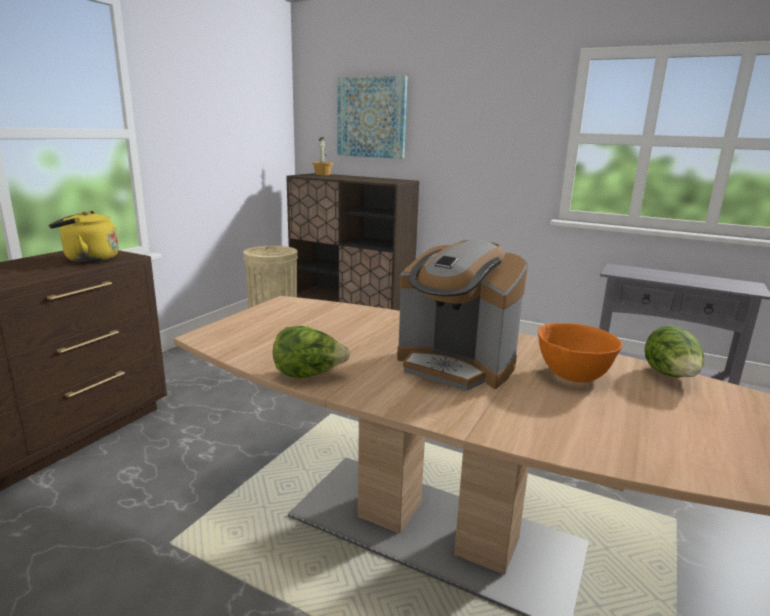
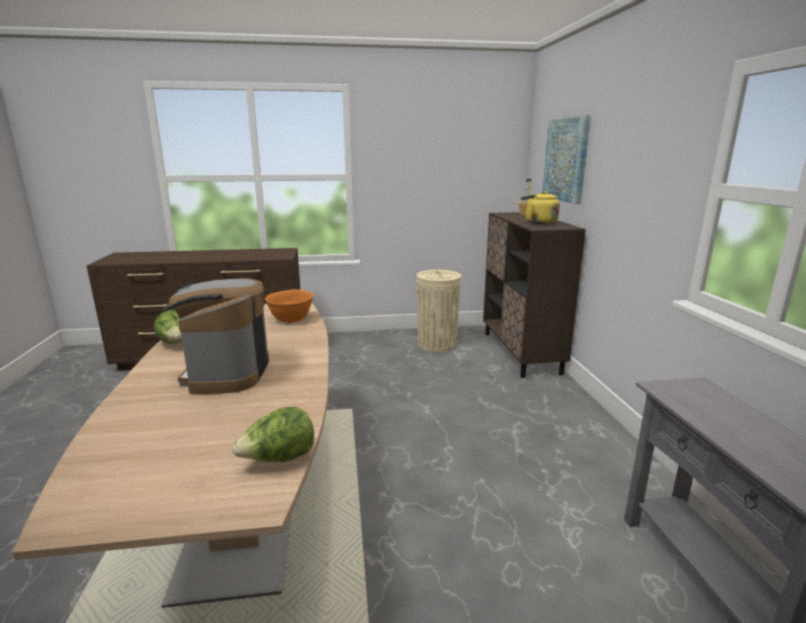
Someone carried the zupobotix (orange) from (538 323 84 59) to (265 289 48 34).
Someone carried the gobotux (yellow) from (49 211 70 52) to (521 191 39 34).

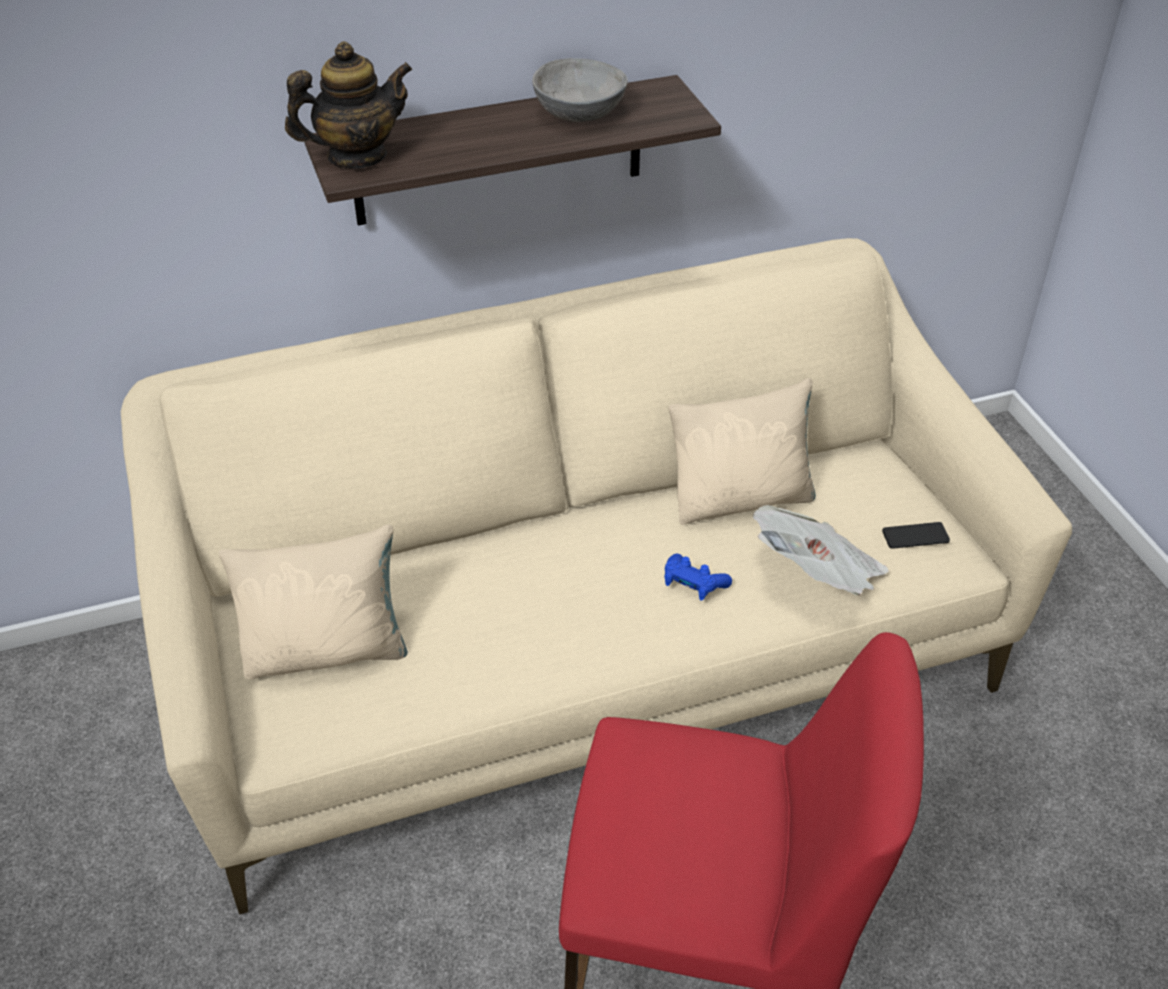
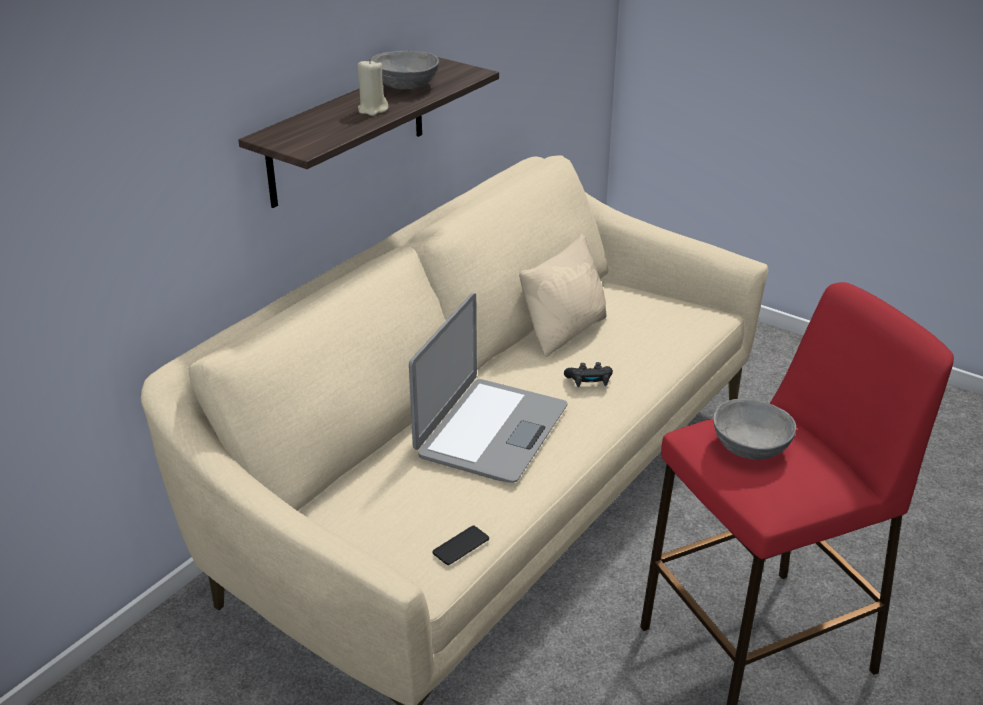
Someone put down the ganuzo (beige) at (357 59 31 57).
Someone put down the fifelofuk at (409 293 159 190).
Someone carried the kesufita from (882 522 68 27) to (432 526 57 39).
Someone repainted the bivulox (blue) at (665 554 67 47), which became the bivulox (black) at (564 362 49 25).
Someone put down the zupobotix (grey) at (713 399 83 60).
Someone took away the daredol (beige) at (218 524 190 155).
Someone took away the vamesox at (285 41 127 128).
Someone took away the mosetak at (753 505 136 91).

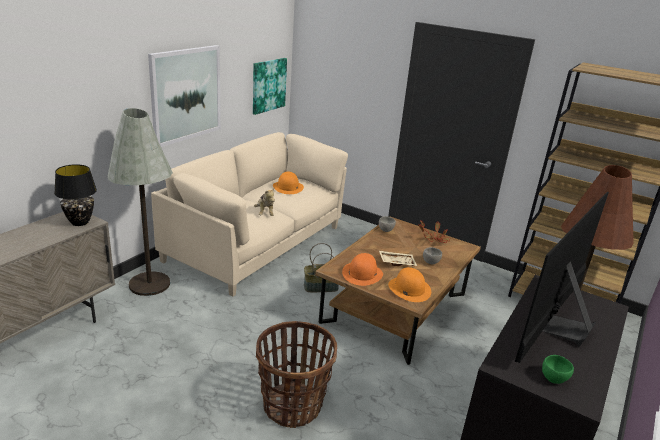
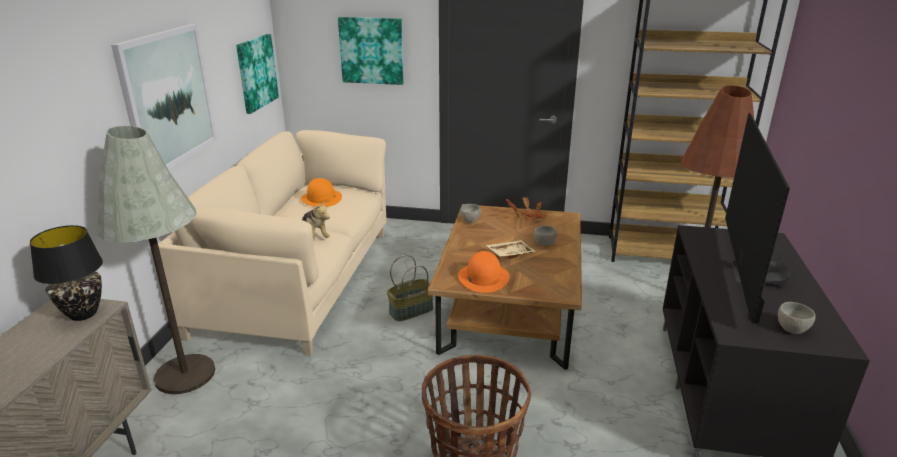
Someone put up the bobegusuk at (338 17 66 68).
Someone repainted the zupobotix (green) at (542 355 32 29), which became the zupobotix (grey) at (778 302 38 32).
Someone took away the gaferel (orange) at (388 267 43 35).

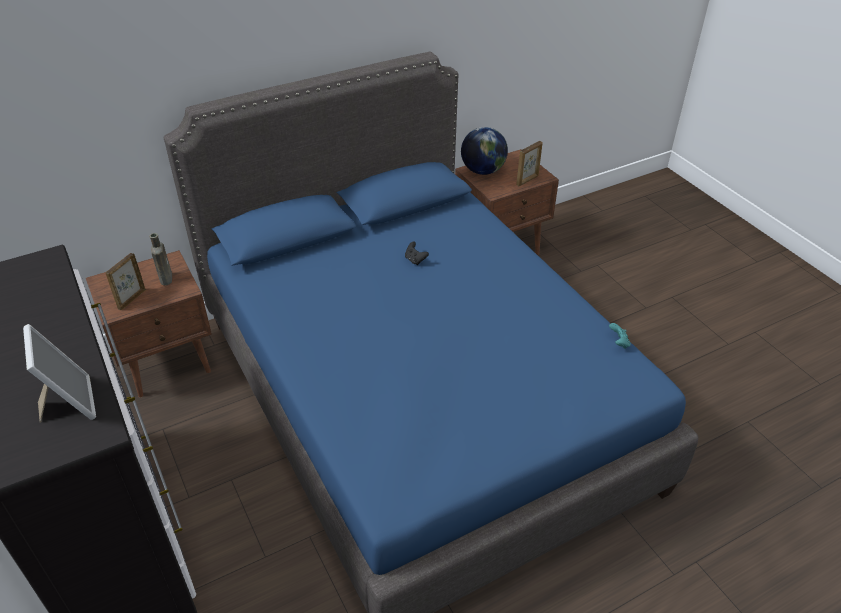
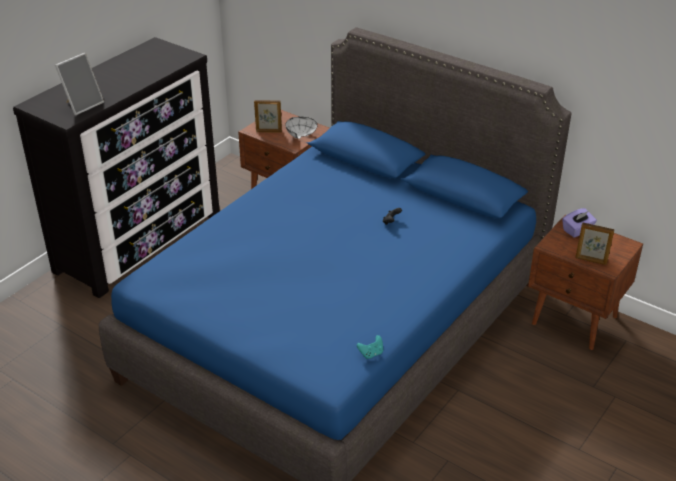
Someone swapped the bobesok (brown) at (149 233 23 52) for the zupobotix (white) at (285 117 33 22).
Someone swapped the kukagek at (461 127 47 48) for the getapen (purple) at (562 208 35 29).

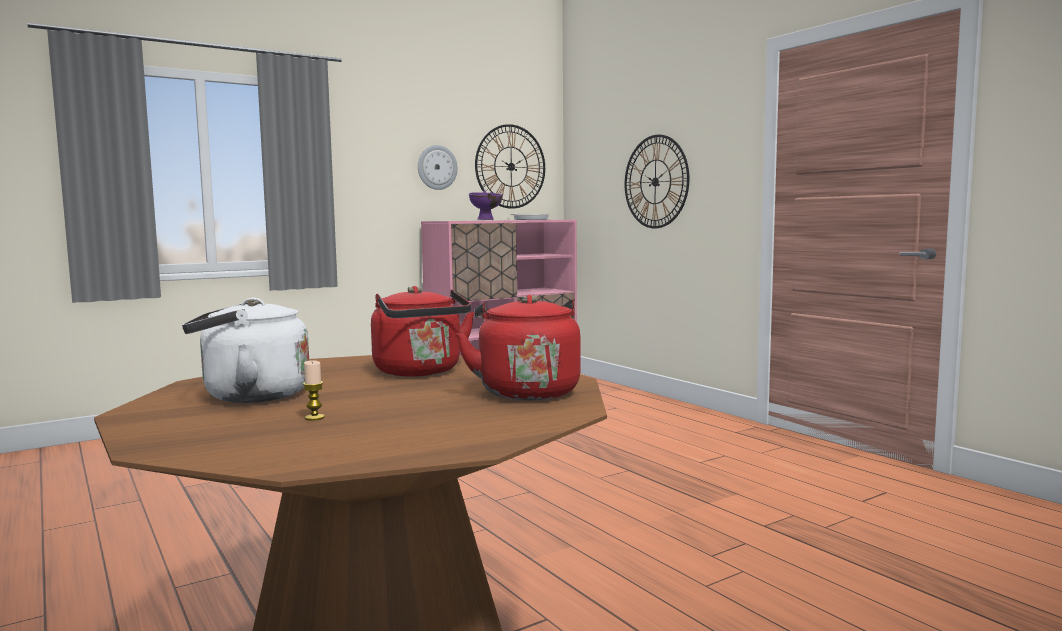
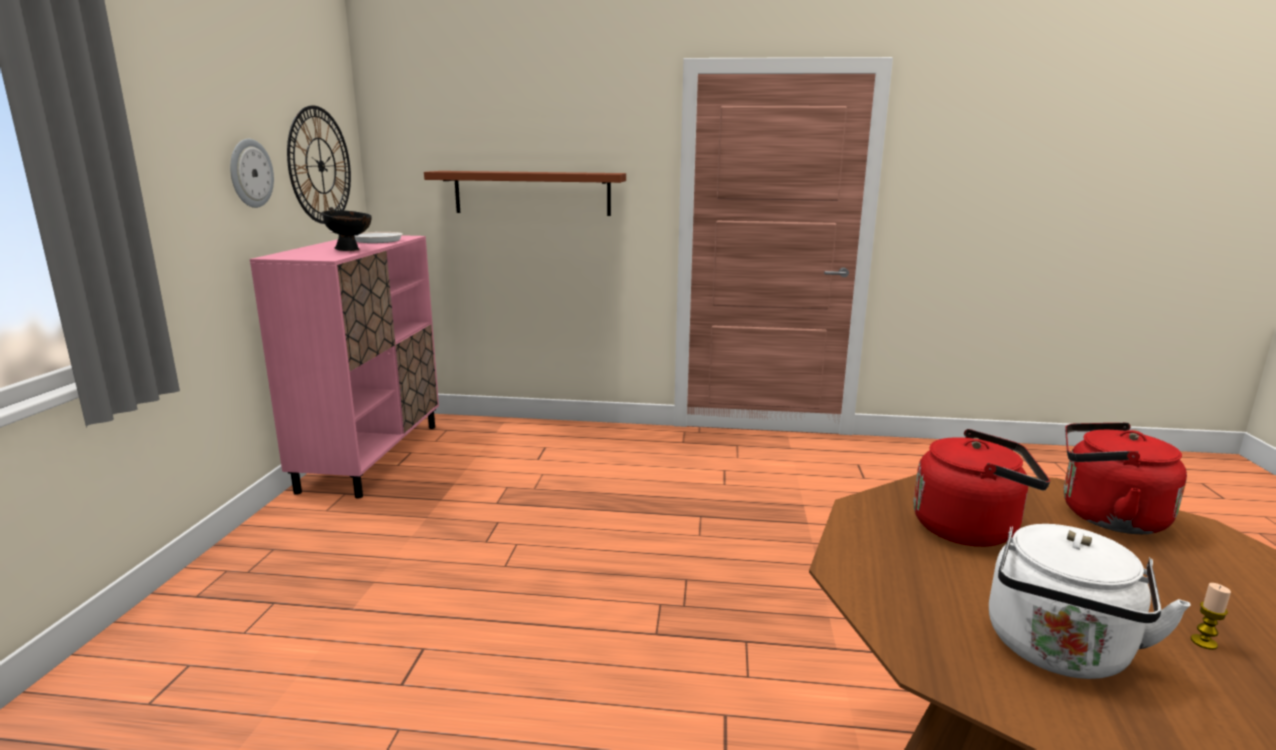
Someone repainted the zupobotix (purple) at (469 191 34 29), which became the zupobotix (black) at (321 207 51 44).
Someone swapped the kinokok at (625 134 64 95) for the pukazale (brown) at (424 171 202 45).

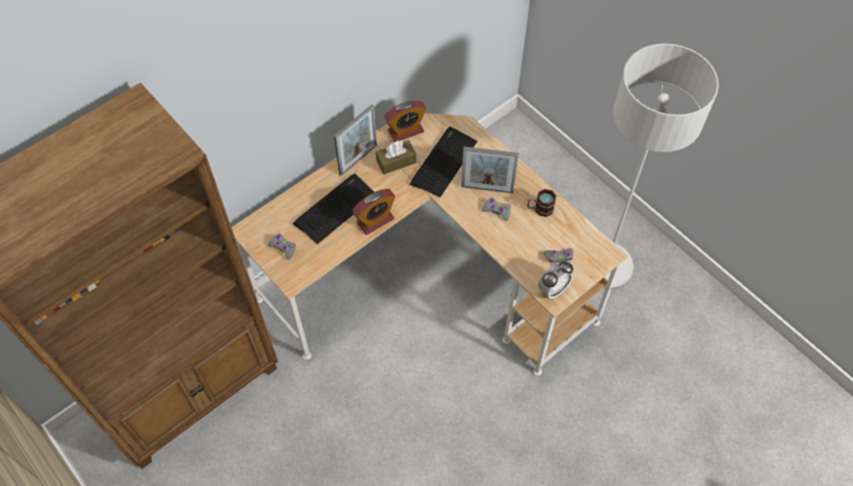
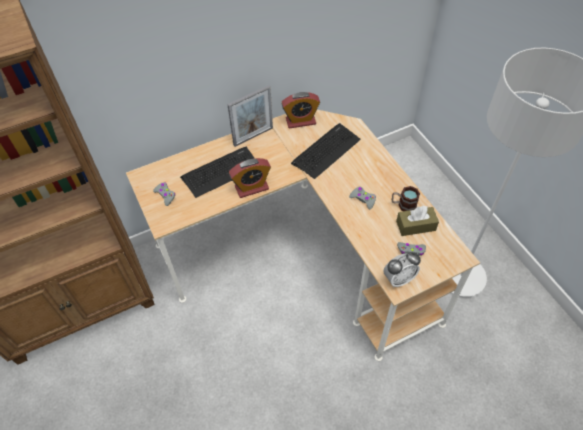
Someone carried the getapen (brown) from (376 140 40 34) to (396 206 43 30).
Someone took away the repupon at (461 147 58 46).

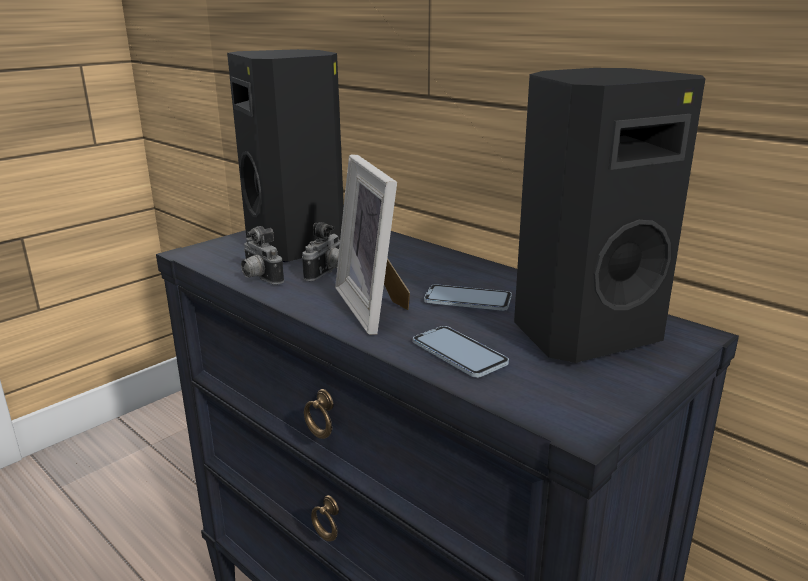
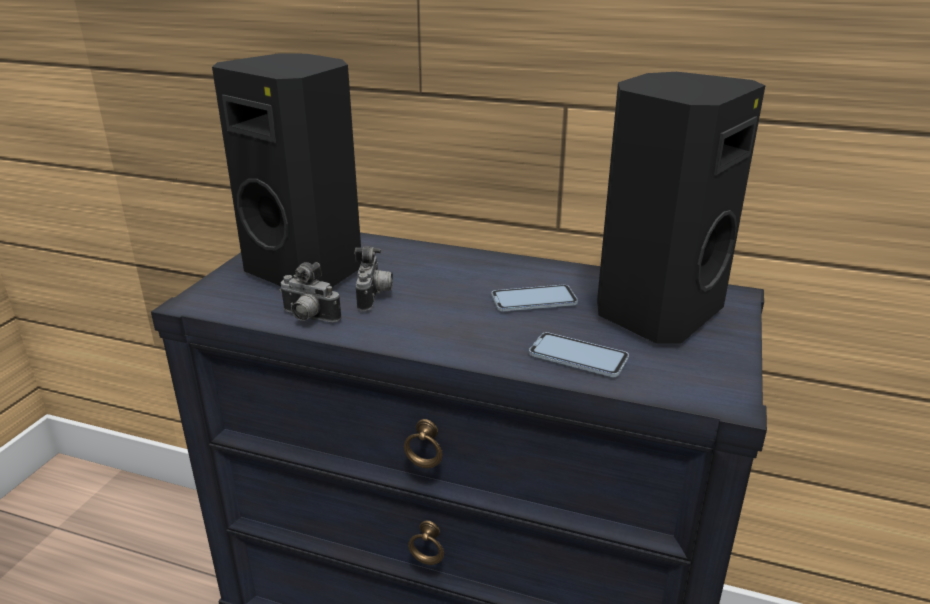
Someone took away the repupon at (335 154 75 181).

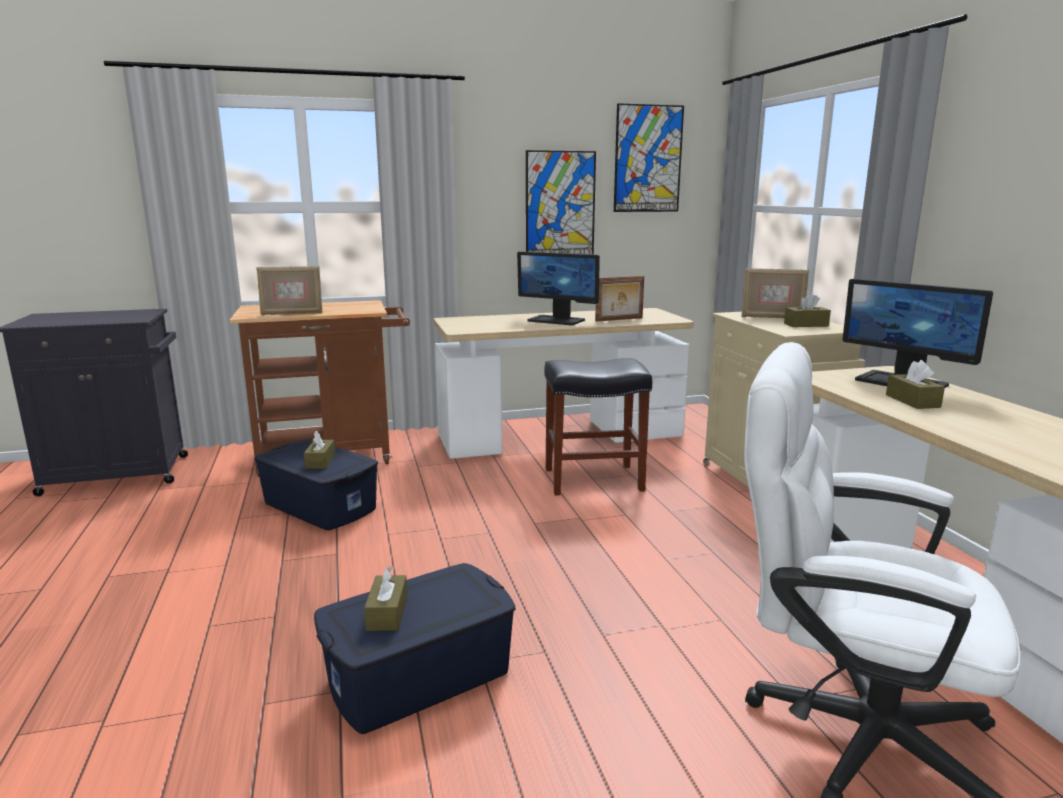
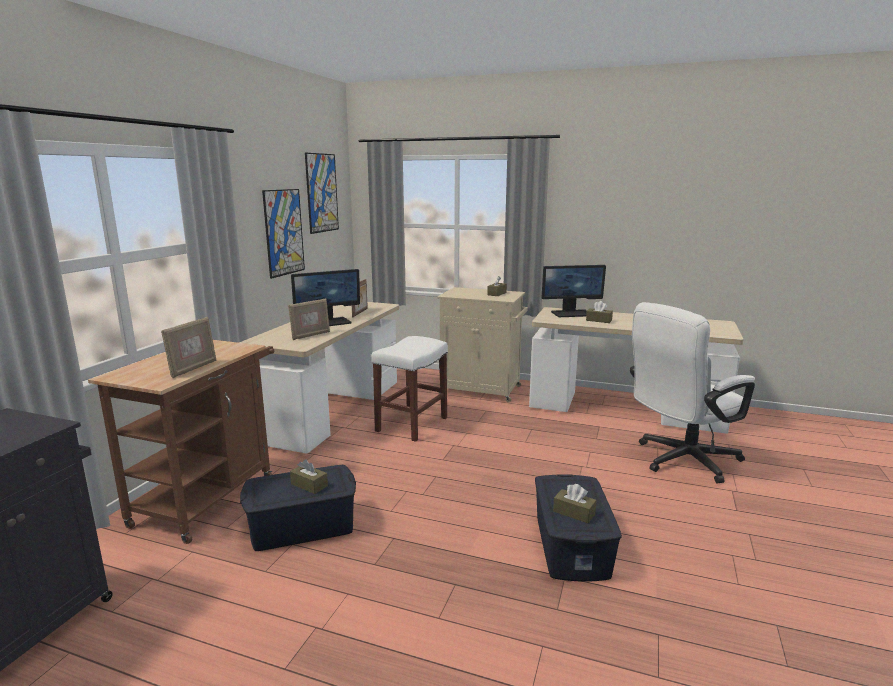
Someone carried the repupon from (741 268 68 50) to (288 299 42 41).
Someone repainted the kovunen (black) at (544 358 108 138), which became the kovunen (white) at (371 336 77 106).

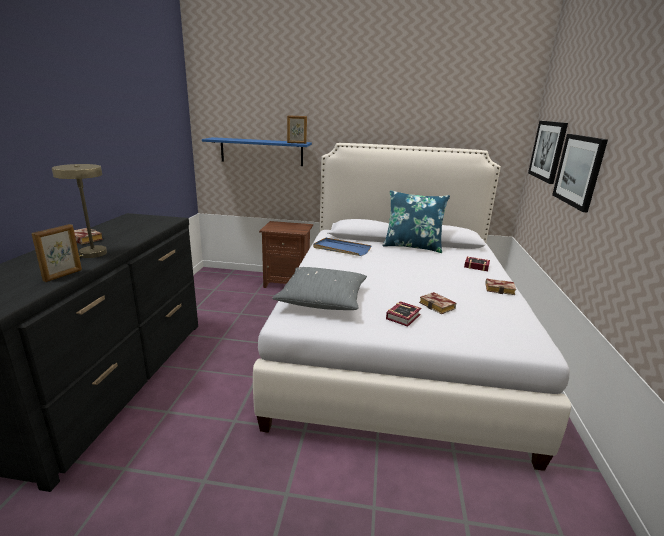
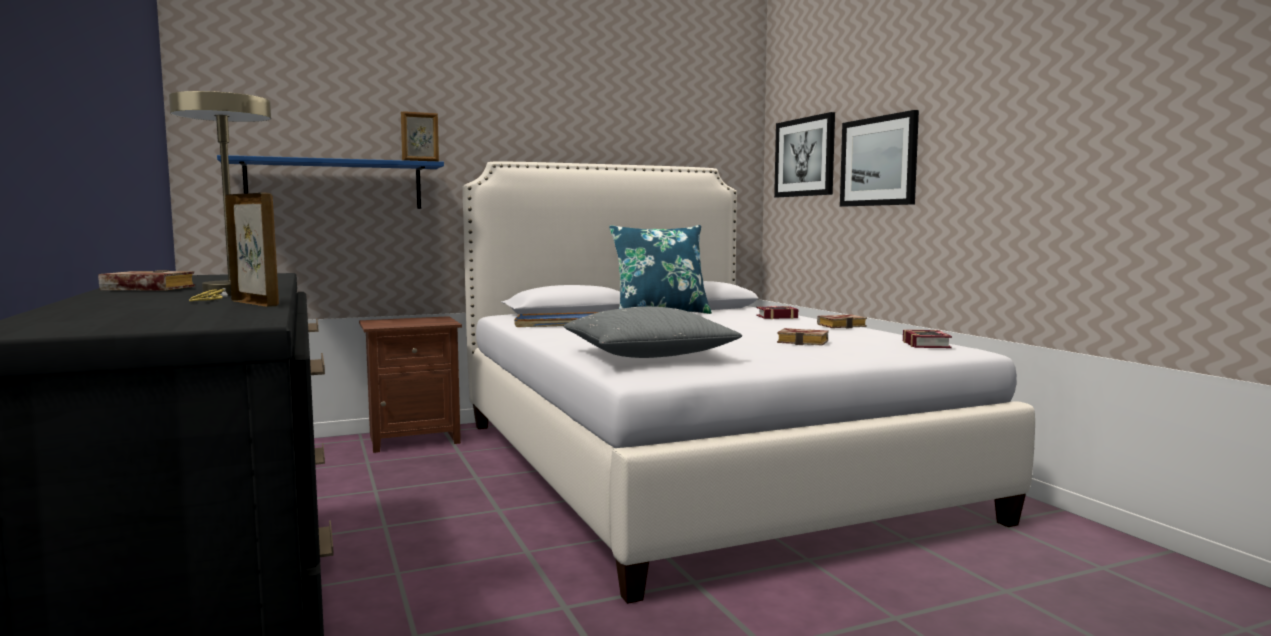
Someone rotated the repupon at (32 224 50 58) by 45 degrees counterclockwise.
Someone carried the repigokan from (386 301 35 26) to (903 330 49 18).

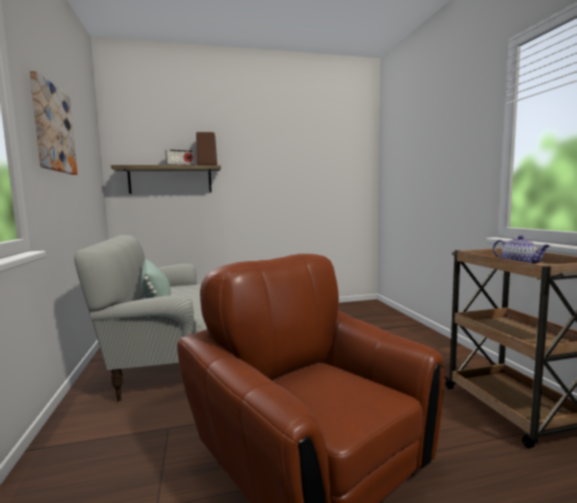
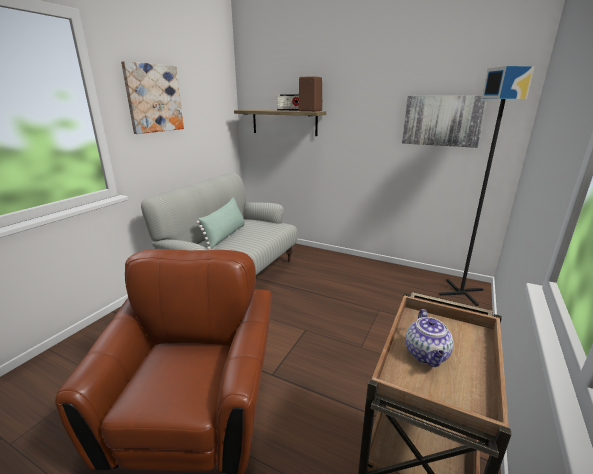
Someone put up the bobegusuk at (402 96 86 52).
Someone put down the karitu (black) at (439 66 96 240).

